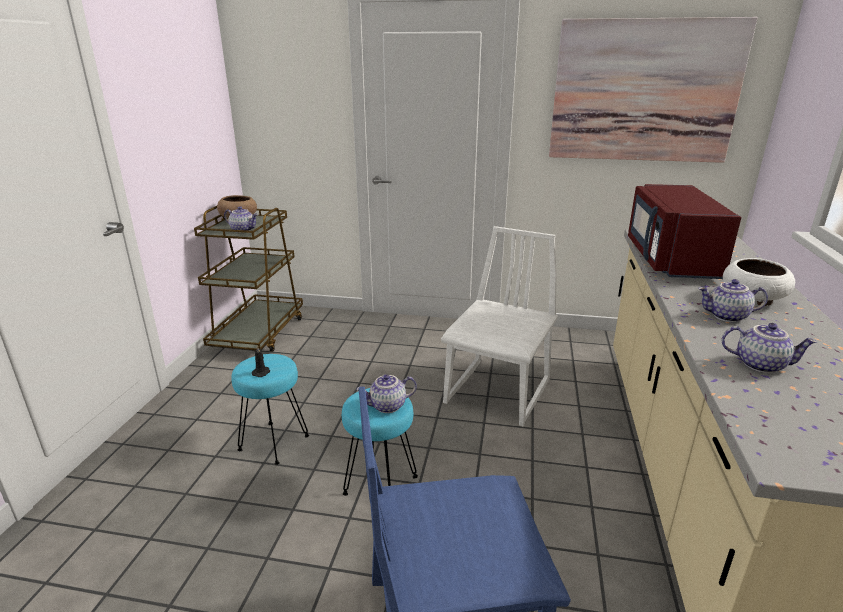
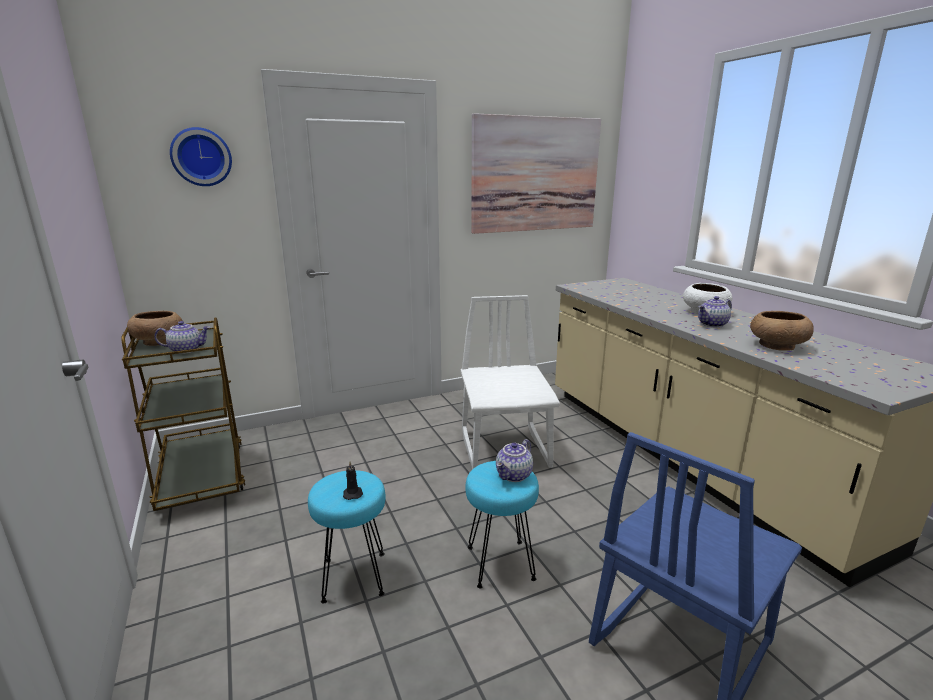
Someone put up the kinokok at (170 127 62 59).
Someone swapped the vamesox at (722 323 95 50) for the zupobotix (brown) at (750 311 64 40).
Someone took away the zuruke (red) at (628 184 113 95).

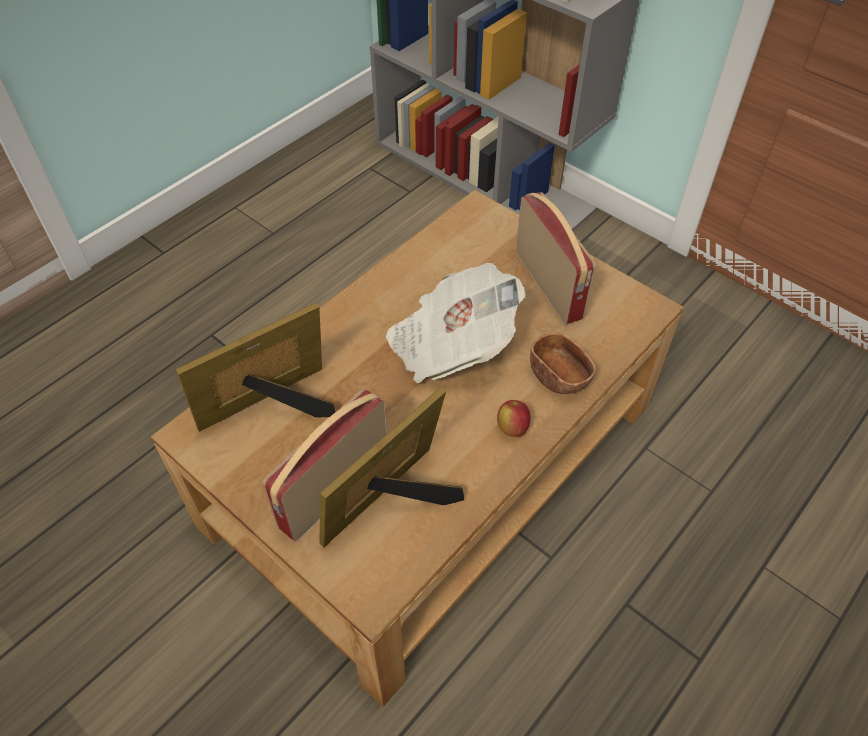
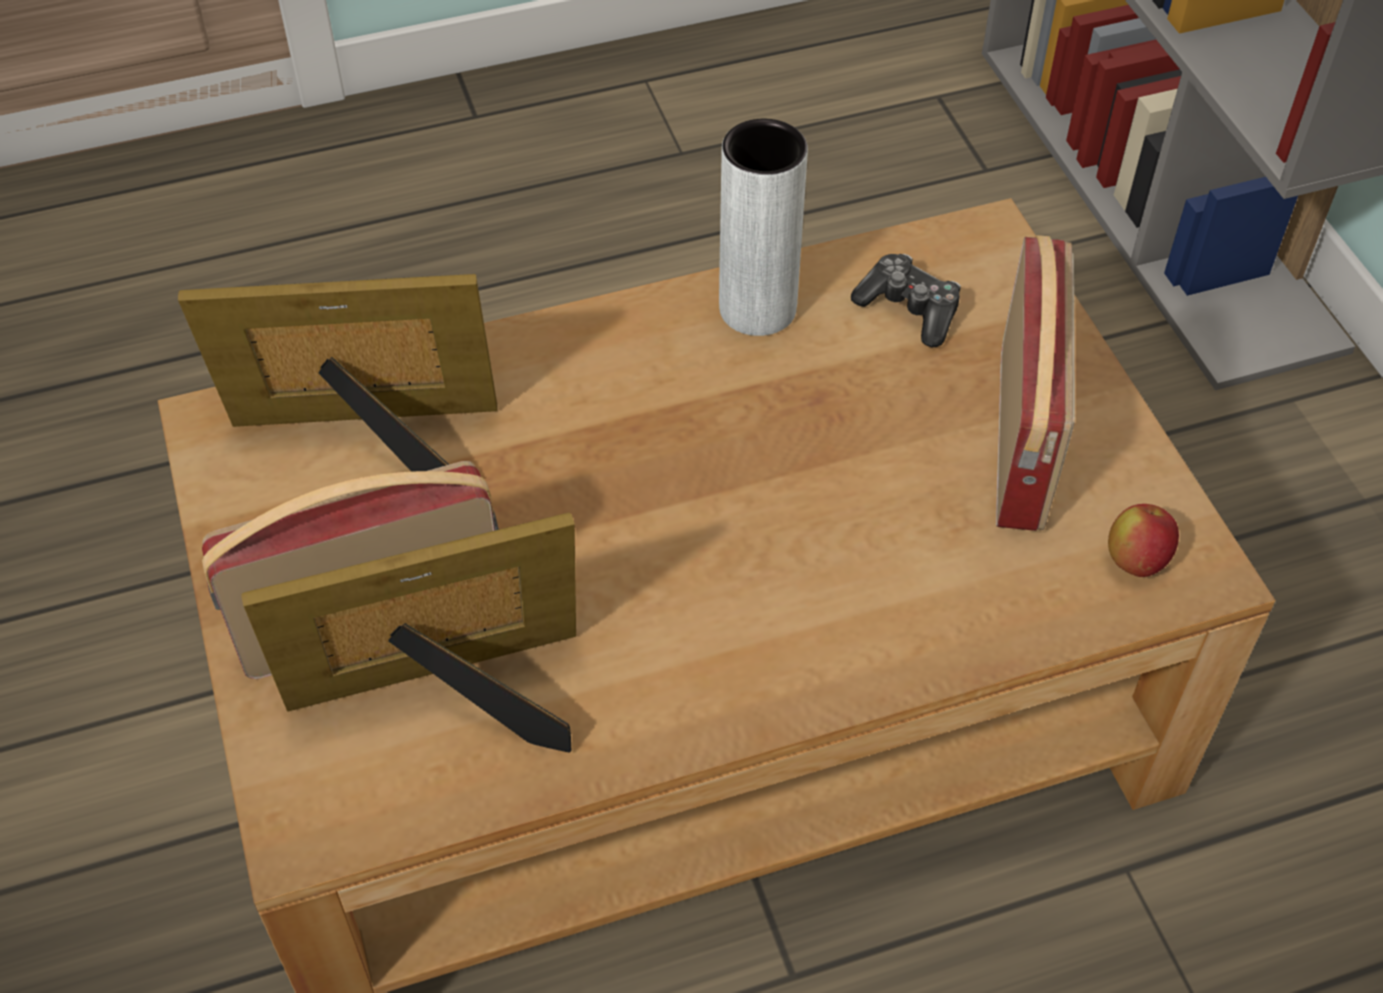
Someone put down the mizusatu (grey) at (719 119 89 217).
Someone put down the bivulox at (851 254 110 94).
Someone carried the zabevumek from (497 400 34 37) to (1108 504 71 73).
Someone took away the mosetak at (386 263 140 120).
Someone took away the zupobotix (brown) at (530 332 66 62).

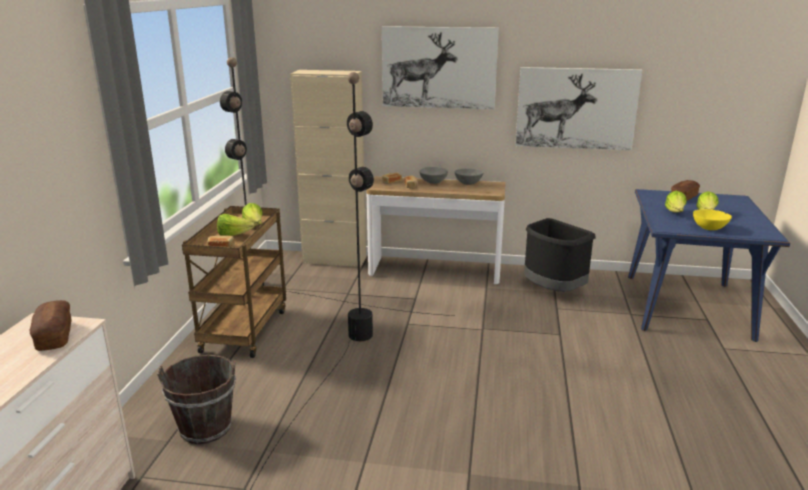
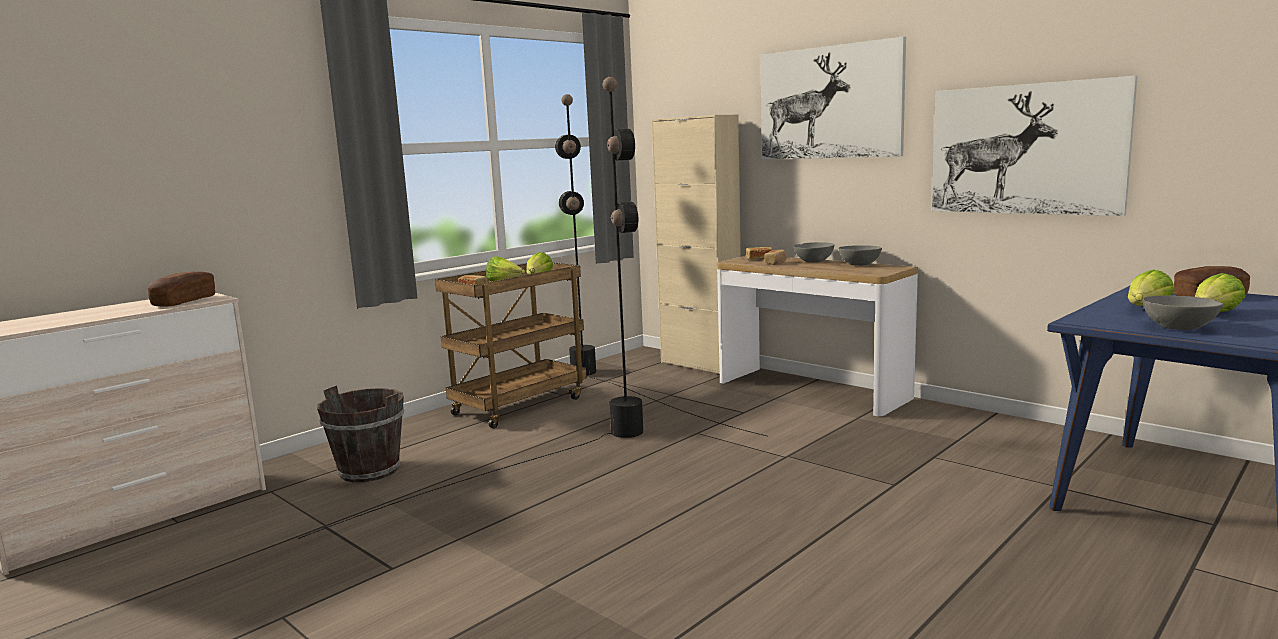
Someone repainted the zupobotix (yellow) at (693 209 39 21), which became the zupobotix (grey) at (1143 295 81 35).
Someone took away the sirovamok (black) at (524 218 71 74).

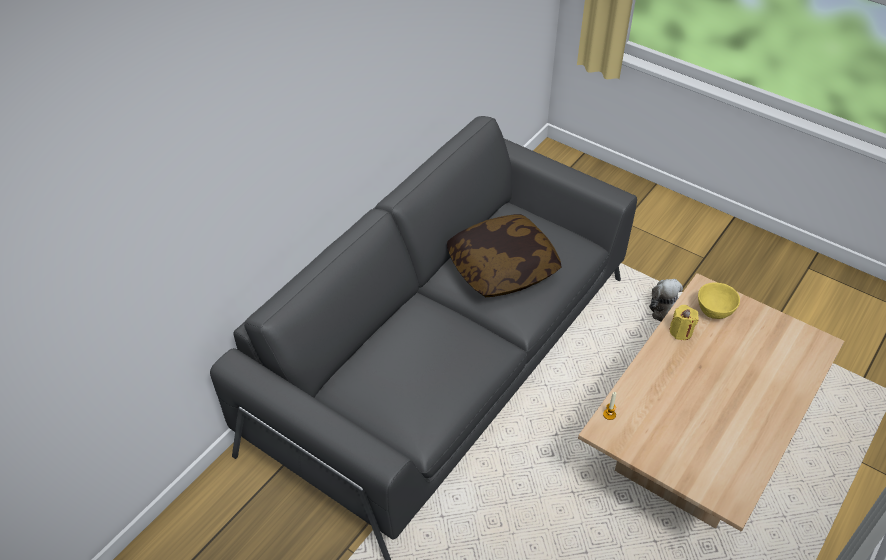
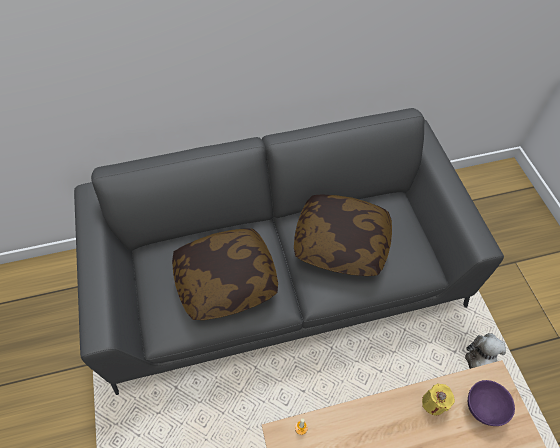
Someone put down the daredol at (172 228 106 92).
Someone repainted the zupobotix (yellow) at (698 282 42 37), which became the zupobotix (purple) at (468 380 47 46).

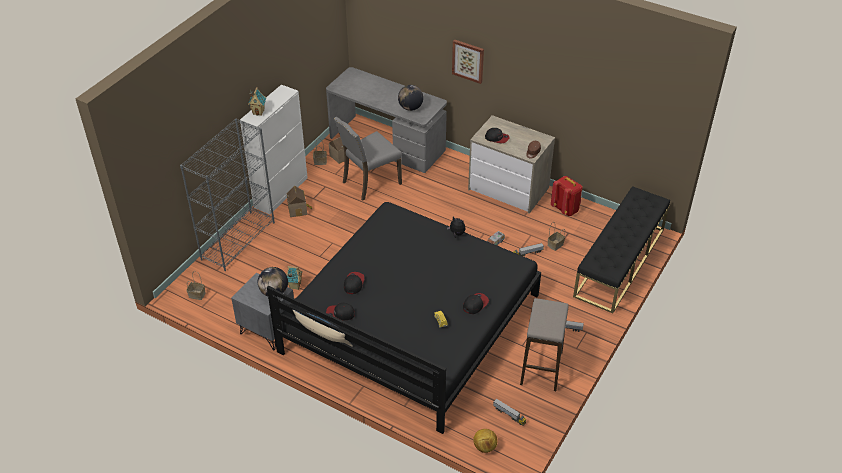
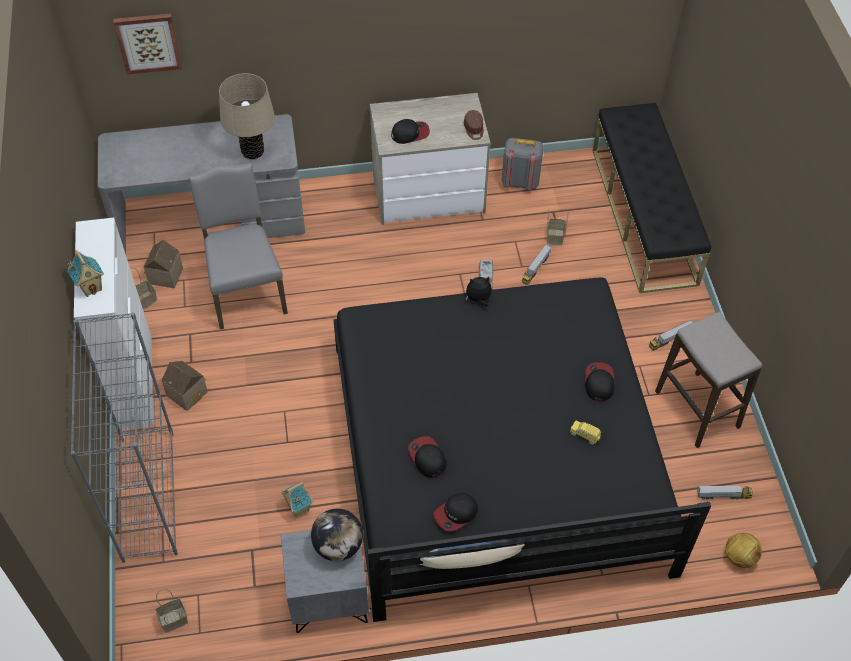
Someone carried the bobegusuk from (452 39 32 45) to (113 13 69 61).
Someone rotated the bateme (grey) at (334 117 68 84) by 150 degrees clockwise.
Someone swapped the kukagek at (398 85 25 26) for the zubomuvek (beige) at (219 73 56 87).
Someone repainted the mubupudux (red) at (551 176 31 40), which became the mubupudux (grey) at (502 138 42 52).

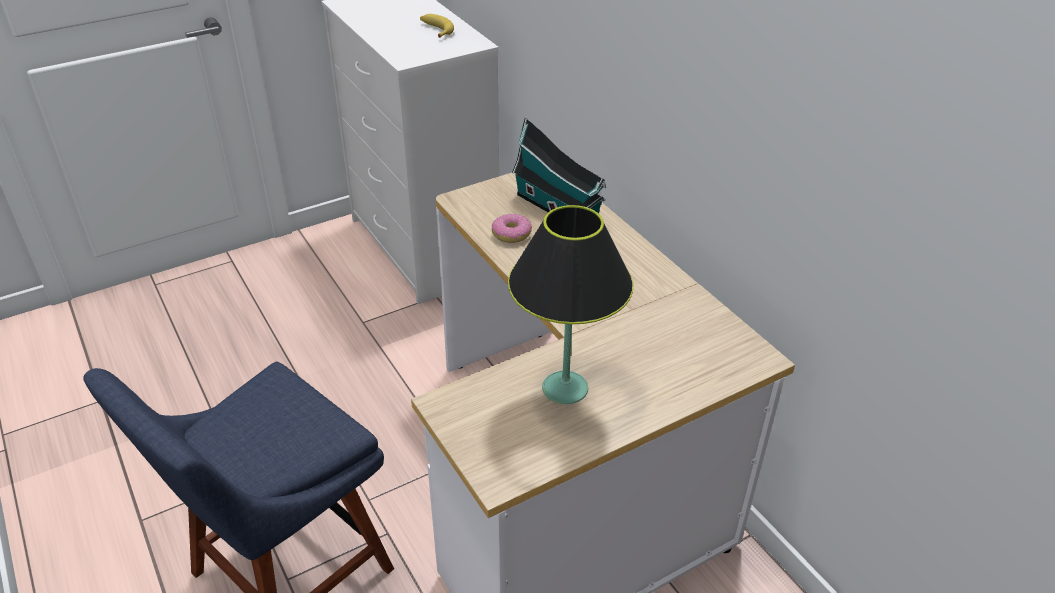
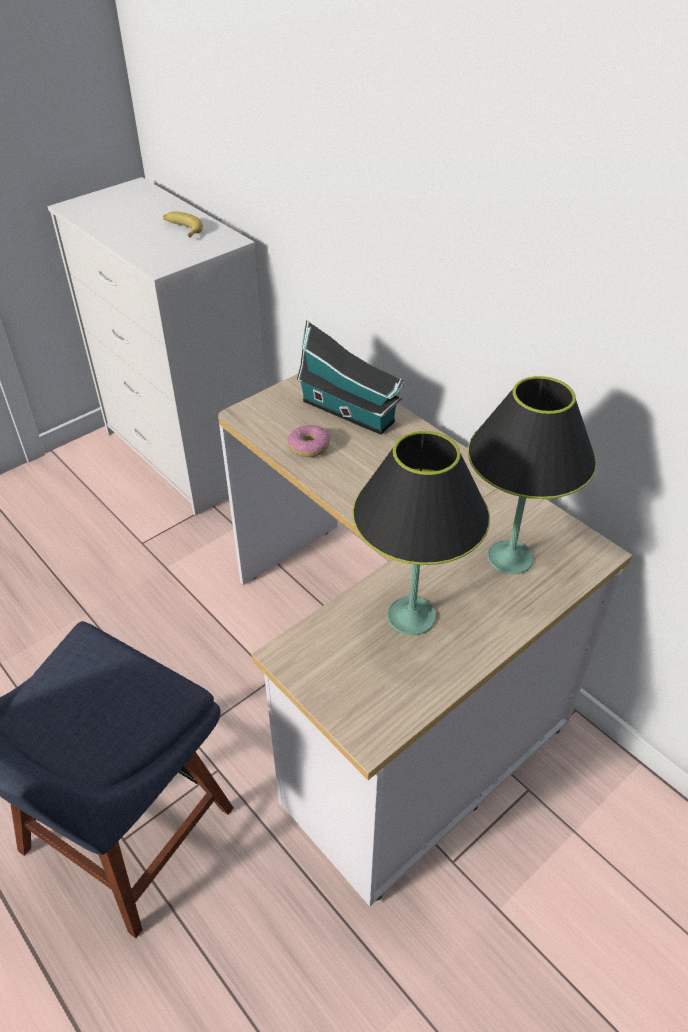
Someone put down the zubomuvek (black) at (468 376 129 198).

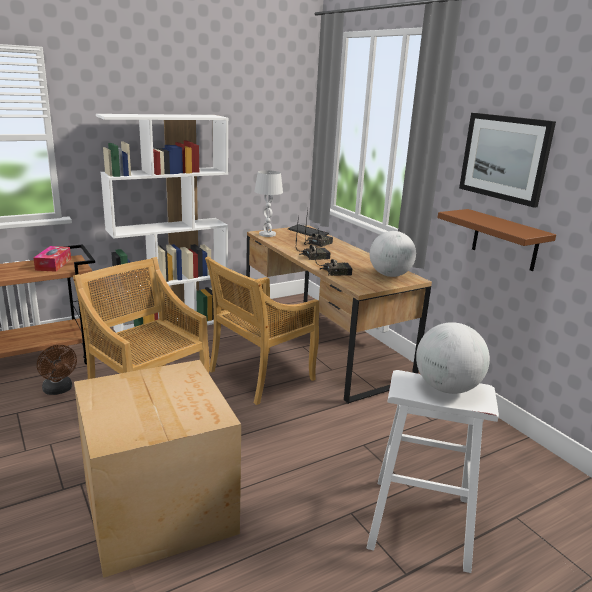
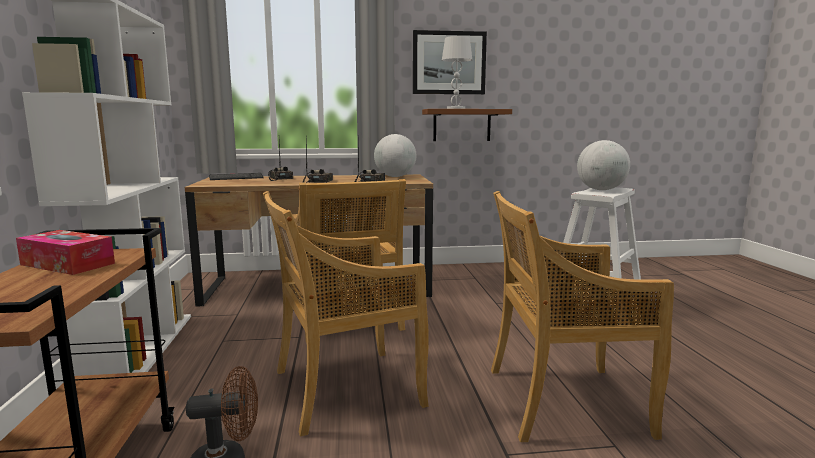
Someone carried the zubomuvek (white) from (254 170 29 67) to (442 36 30 73).
Someone swapped the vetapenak at (74 360 167 218) for the bateme (beige) at (491 191 183 251).

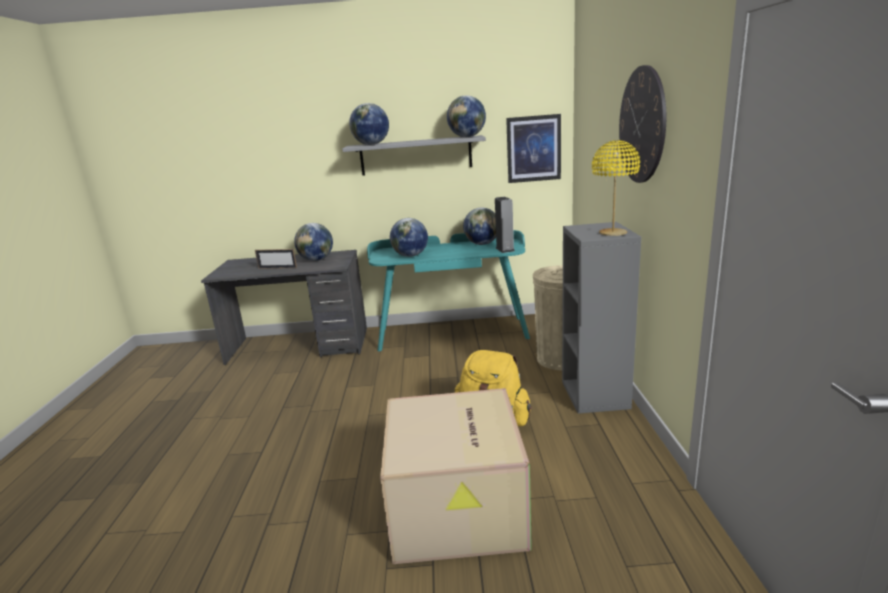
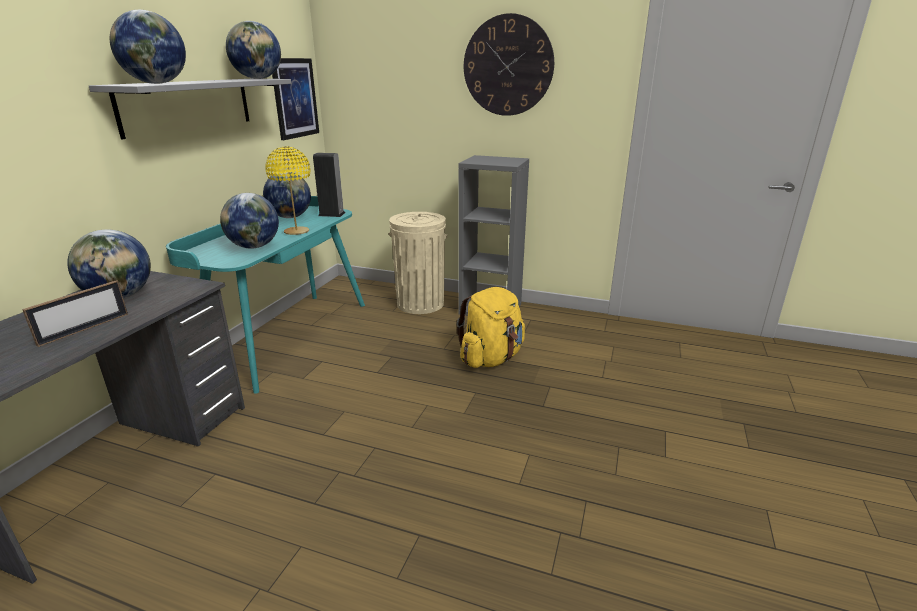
Someone carried the zubomuvek (yellow) from (592 140 48 96) to (265 146 45 89).
Someone took away the vetapenak at (380 388 152 176).

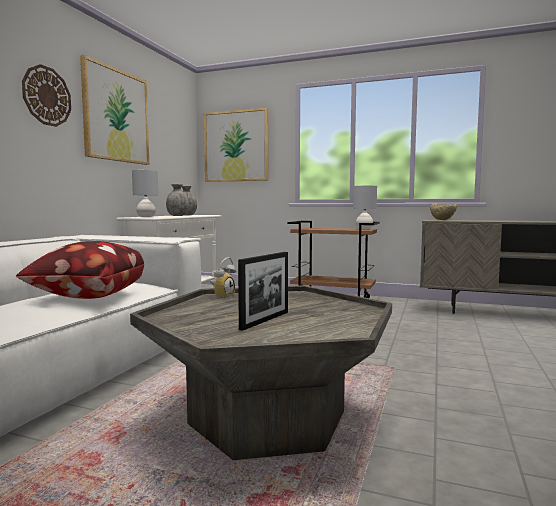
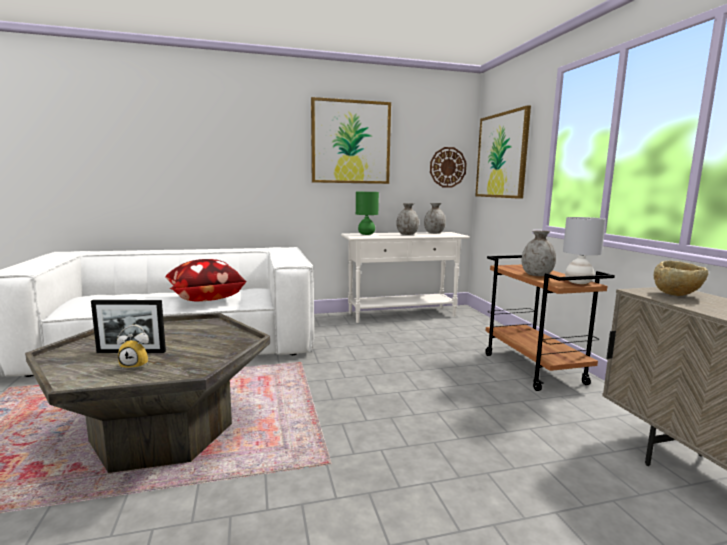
Someone carried the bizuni from (210 257 26 41) to (117 325 32 44).
Someone repainted the zubomuvek (grey) at (132 170 26 47), which became the zubomuvek (green) at (356 192 23 43).
Someone carried the kinokok from (22 64 49 63) to (430 147 37 41).
Someone put down the mizusatu (grey) at (522 230 34 46).

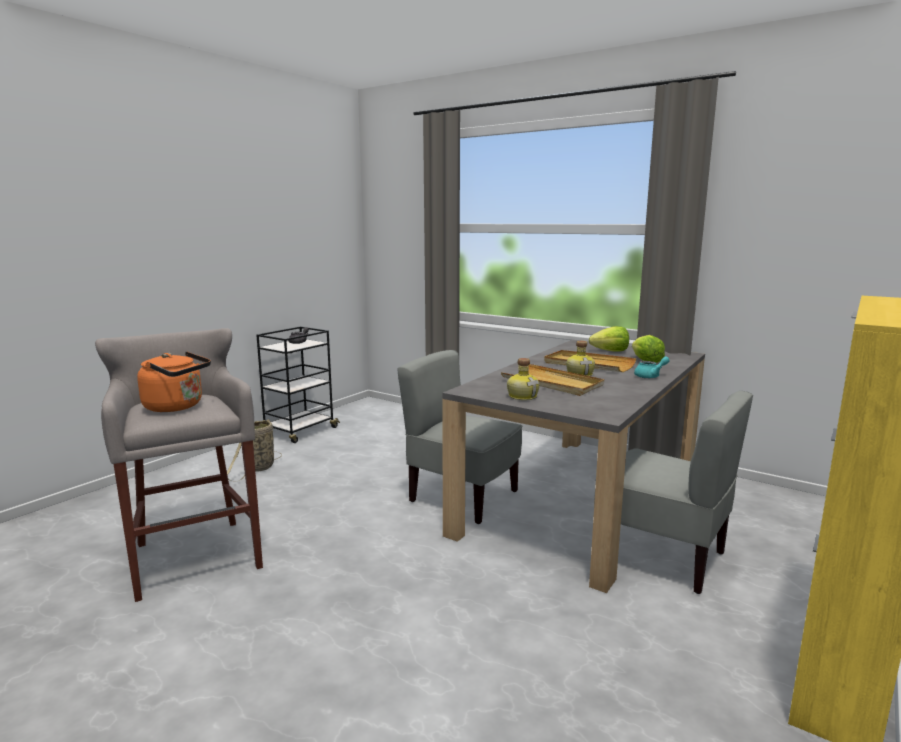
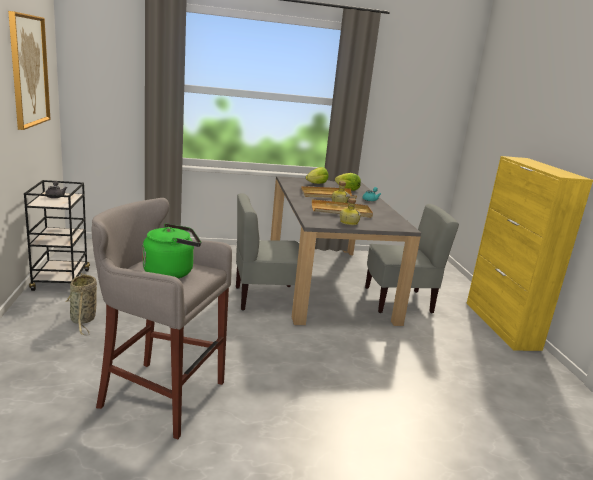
Someone put up the bobegusuk at (8 11 43 119).
Someone repainted the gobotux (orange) at (137 351 74 61), which became the gobotux (green) at (143 223 58 55).

